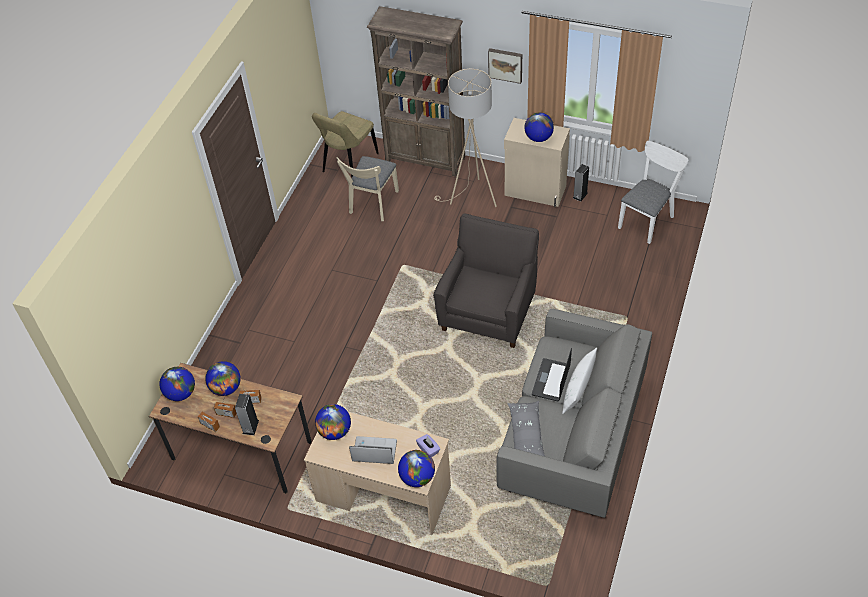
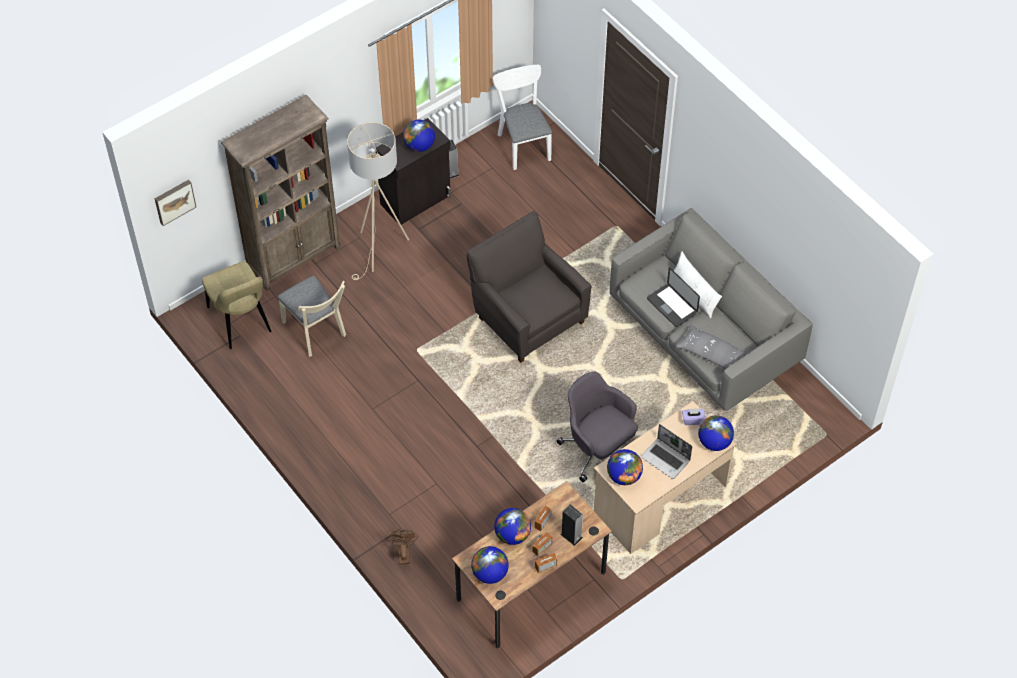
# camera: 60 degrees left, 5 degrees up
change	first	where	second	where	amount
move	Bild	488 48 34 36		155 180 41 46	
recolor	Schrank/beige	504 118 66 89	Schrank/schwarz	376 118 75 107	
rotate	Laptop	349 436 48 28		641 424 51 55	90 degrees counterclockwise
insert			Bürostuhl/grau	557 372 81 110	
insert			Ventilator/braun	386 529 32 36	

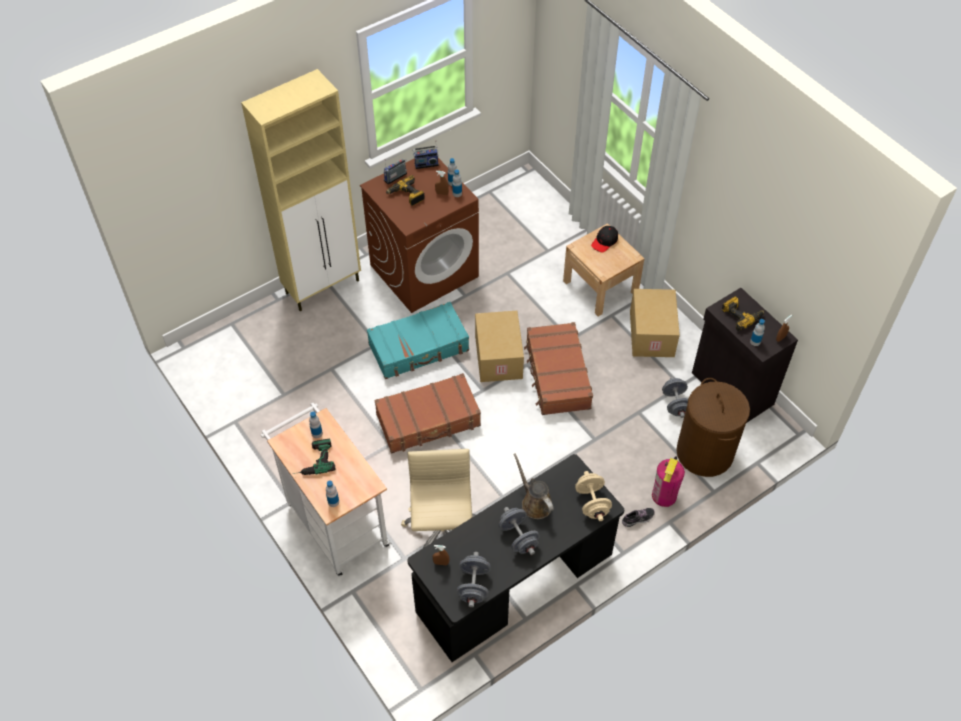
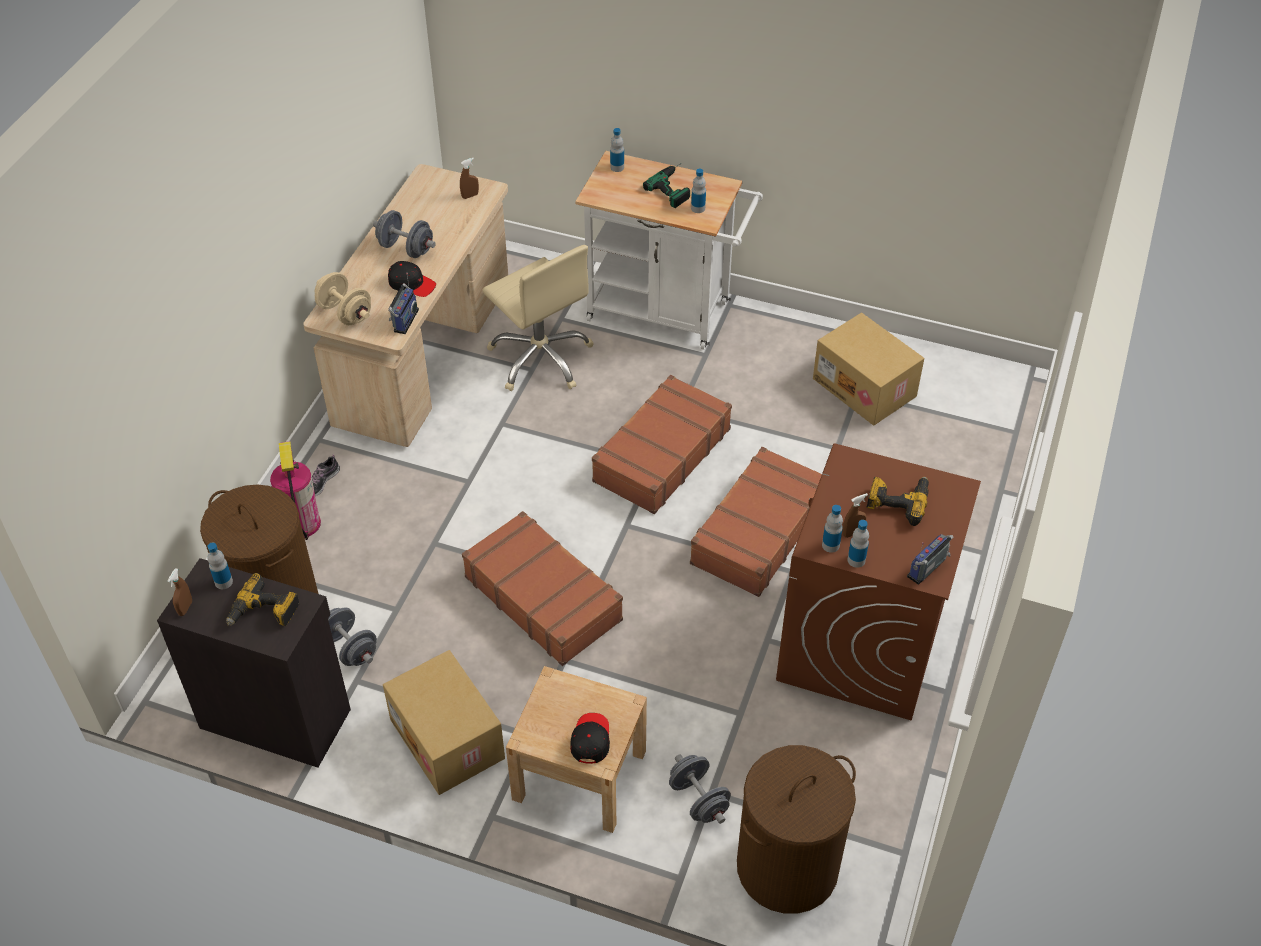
# camera: 145 degrees right, 5 degrees down
change	first	where	second	where	amount
delete	Schrank/beige	241 69 120 242			
move	Radio	384 159 23 25		388 273 31 61	
recolor	Koffer/türkis	367 302 102 77	Koffer/braun	690 447 132 150	
move	Karton	475 311 49 71		813 313 111 113	
replace	Gießkanne/braun	513 453 41 66	Kappe/schwarz	388 261 48 36	
recolor	Schreibtisch/schwarz	407 454 217 208	Schreibtisch/beige	303 164 205 283	
move	Hantel/grau	457 552 34 56		669 754 62 70	
insert			Wäschekorb/braun	737 745 119 169	

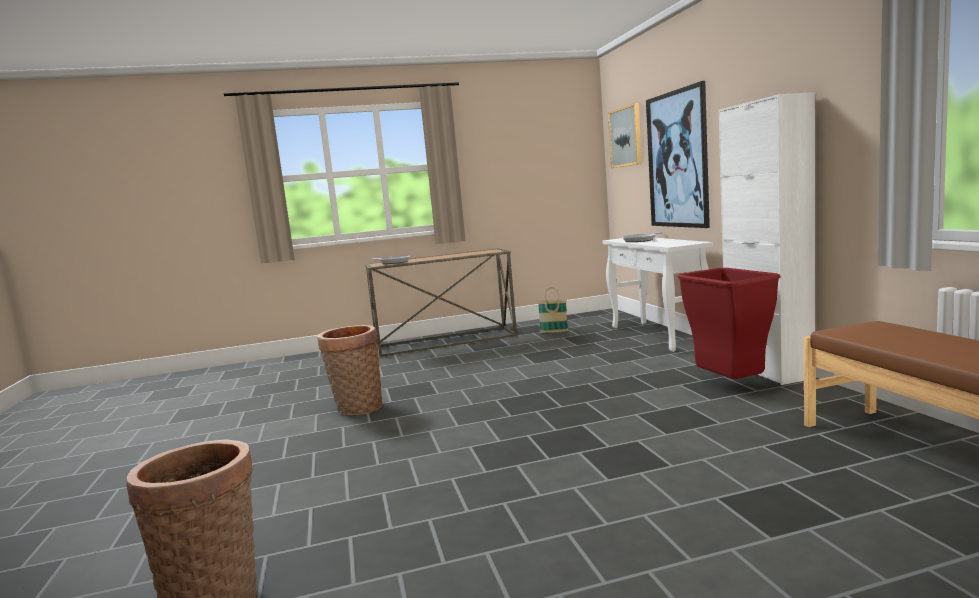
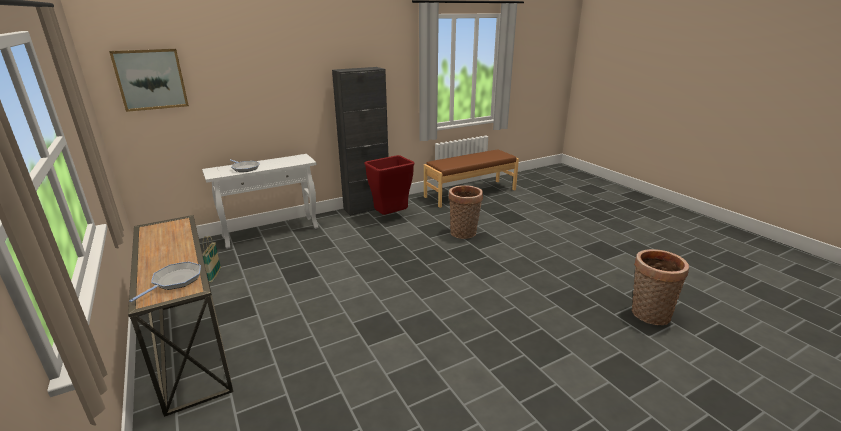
# camera: 105 degrees left, 15 degrees up
change	first	where	second	where	amount
delete	Bild	646 81 64 147			
recolor	Schrank/weiß	719 92 96 293	Schrank/schwarz	332 67 57 149	
move	Korb	317 325 66 90		449 185 34 54	

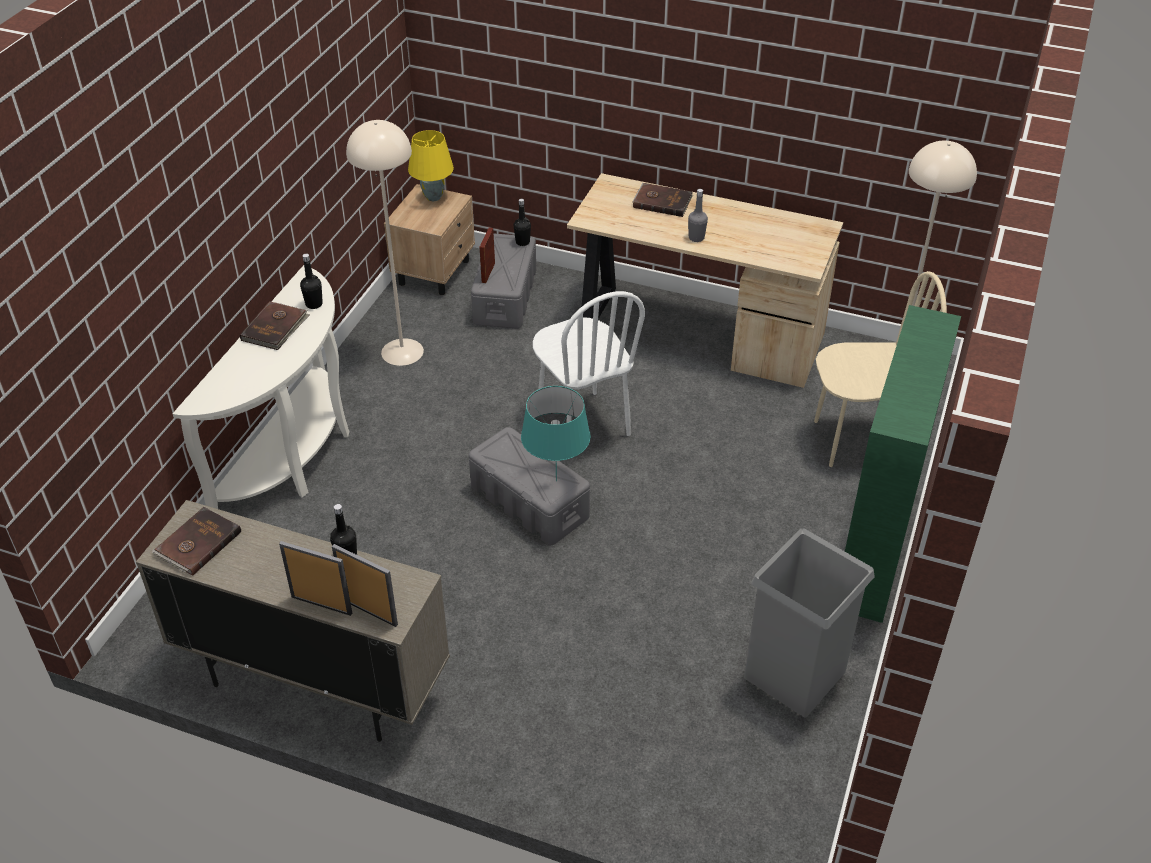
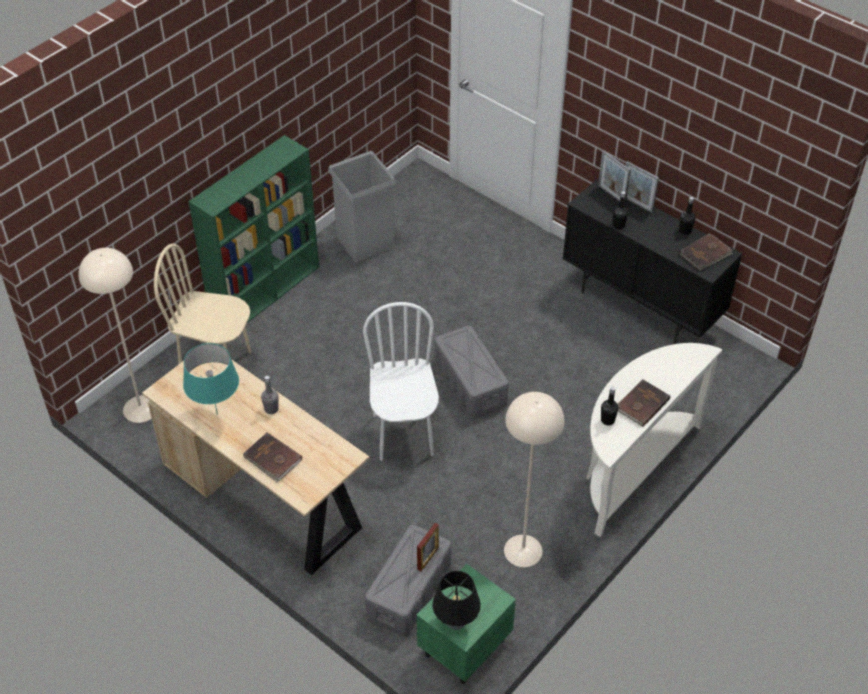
# camera: 160 degrees left, 5 degrees up
change	first	where	second	where	amount
recolor	Tischlampe/gelb	408 130 46 71	Tischlampe/schwarz	432 571 49 59	
recolor	Nachttisch/beige	384 184 91 111	Nachttisch/grün	417 564 99 120	
move	Flasche/schwarz	513 199 18 47		679 197 16 38	
move	Tischlampe/türkis	521 386 70 95		183 343 56 72	
recolor	Schrank/beige	136 500 314 242	Schrank/schwarz	562 178 180 166	

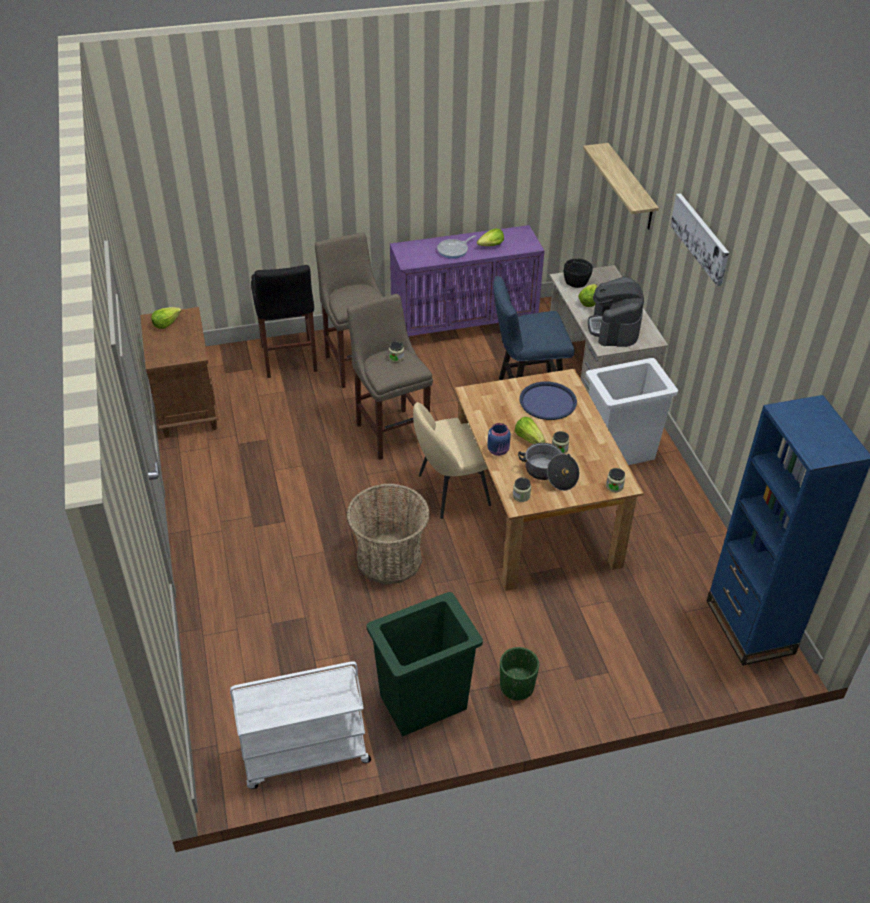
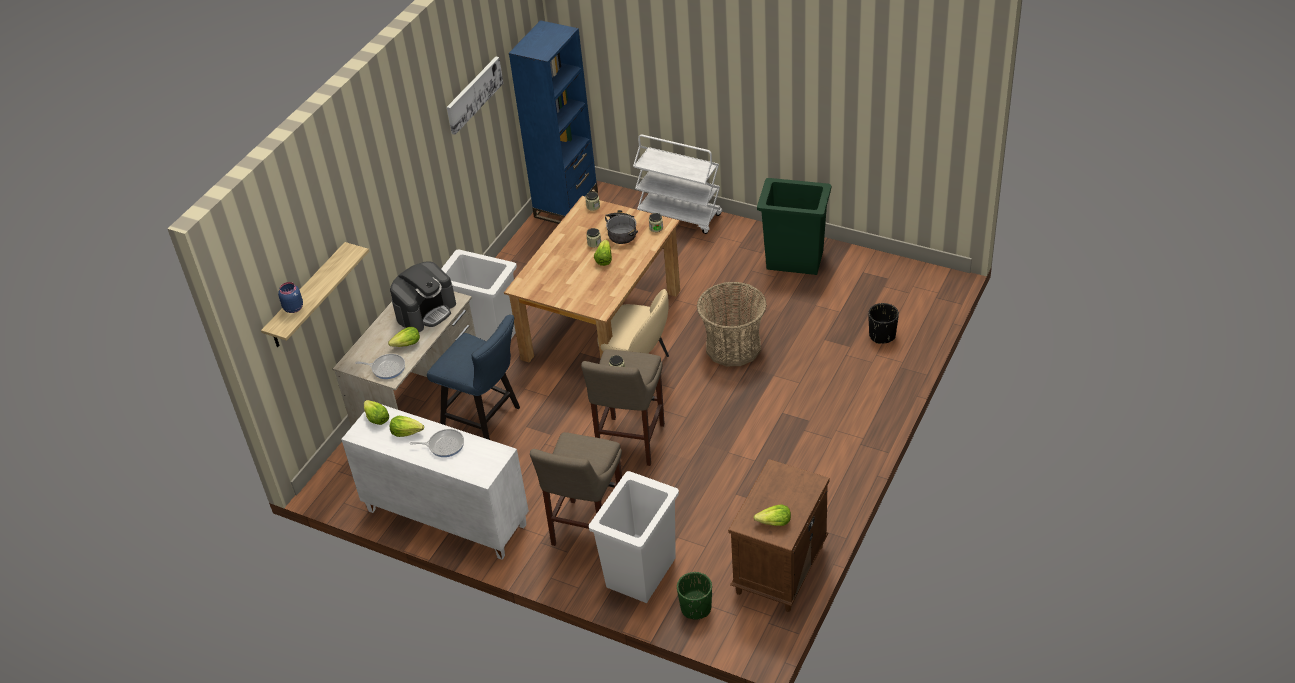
# camera: 135 degrees left, 0 degrees up
change	first	where	second	where	amount
move	Bild	670 193 59 93		447 57 57 78	
recolor	Schrank/lila	390 225 154 112	Schrank/weiß	341 404 188 156	
replace	Schüssel/schwarz	564 259 29 29	Pfanne	355 354 50 25	
replace	Hocker/schwarz	251 265 66 113	Mülleimer/weiß	589 471 90 132	
delete	Tablett/blau	519 382 58 38			
move	Vorratsglas/blau	487 423 24 33		278 282 25 31	
move	Pflanzkübel/grün	500 647 39 54		677 572 35 48	
move	Rollwagen/weiß	230 661 141 128		633 134 89 100	
insert			Pflanzkübel/schwarz	868 303 31 41	
insert			Salatkopf	364 400 25 25	

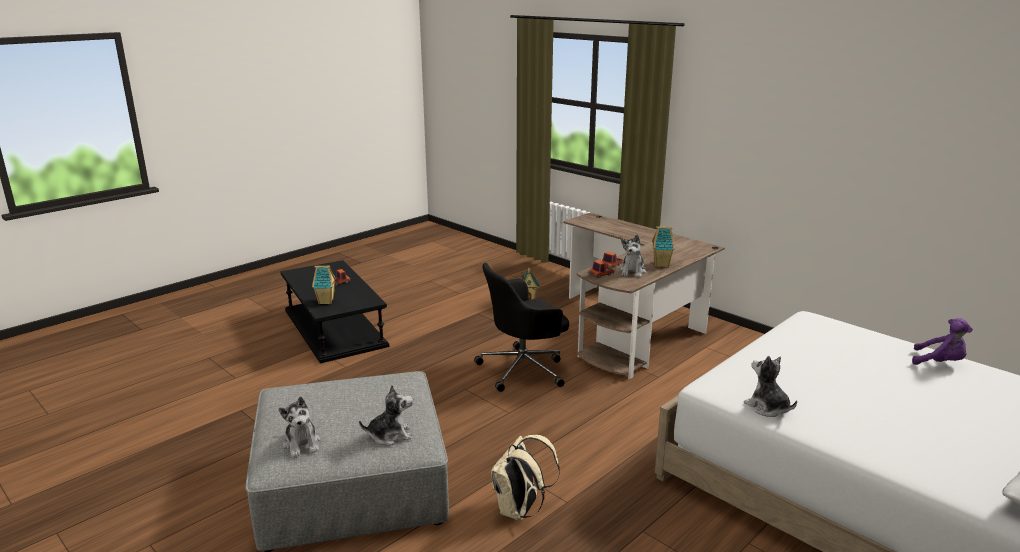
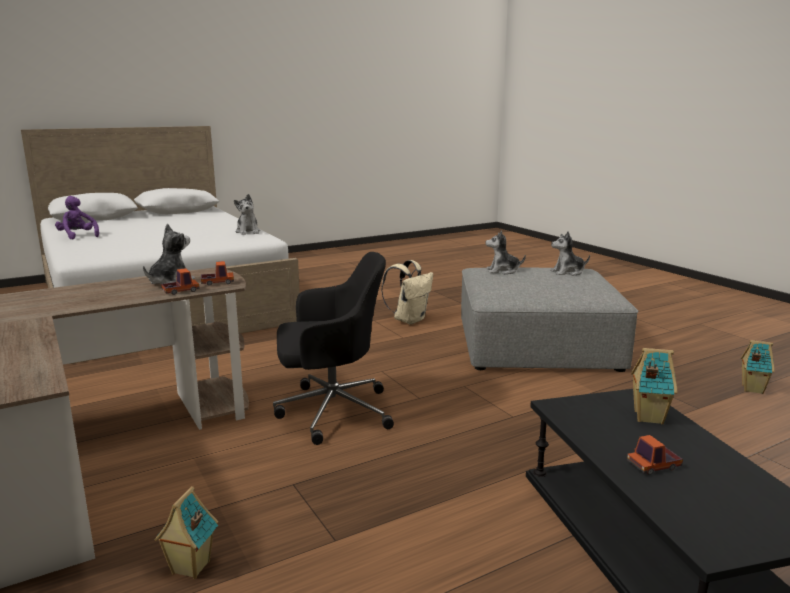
# camera: 165 degrees left, 5 degrees down
change	first	where	second	where	amount
move	Spielzeughaus	652 226 23 41		741 340 34 54	
rotate	Plüschtier	278 396 42 62		550 231 40 45	90 degrees counterclockwise

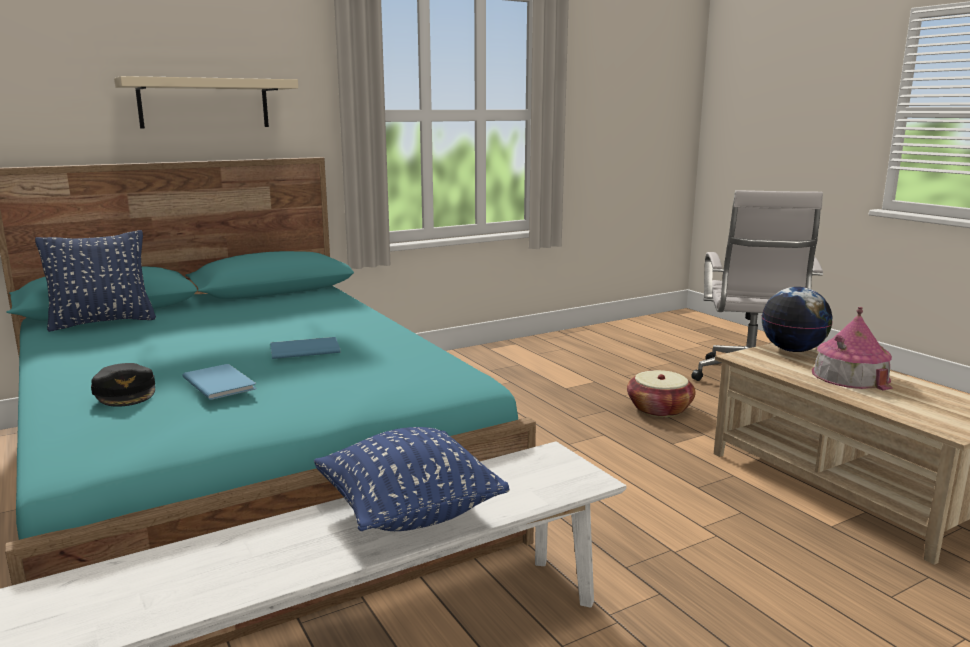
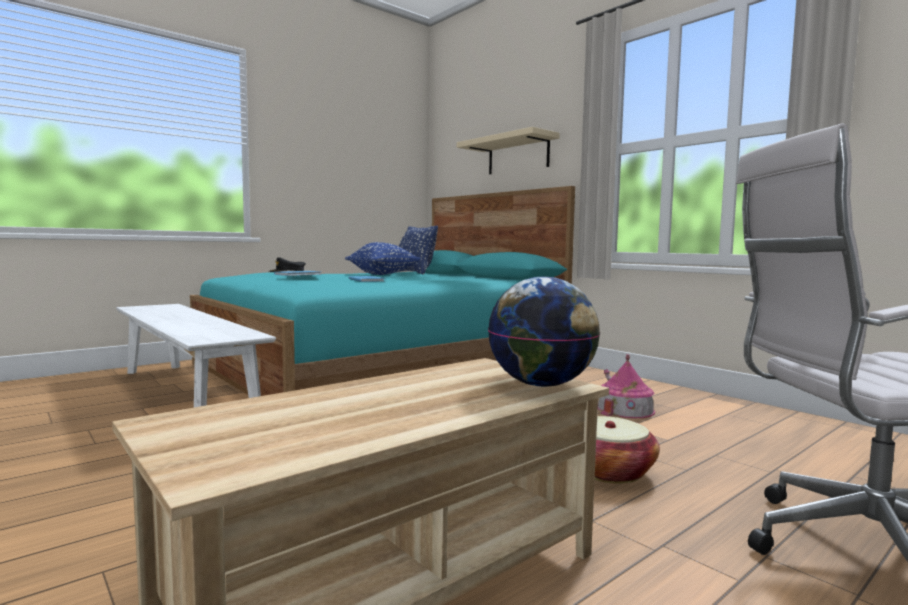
# camera: 80 degrees right, 10 degrees down
change	first	where	second	where	amount
move	Spielzeughaus	812 307 81 83		598 354 57 64	
move	Kissen/blau	314 427 195 104		345 242 76 33	

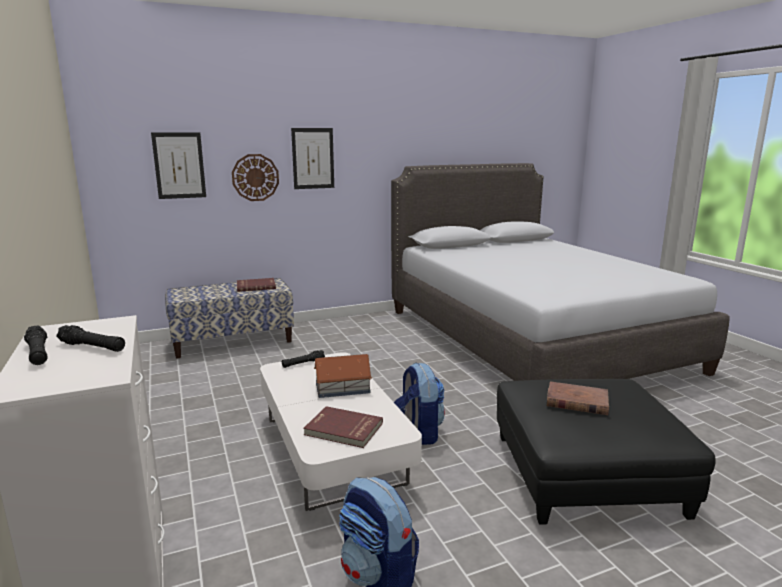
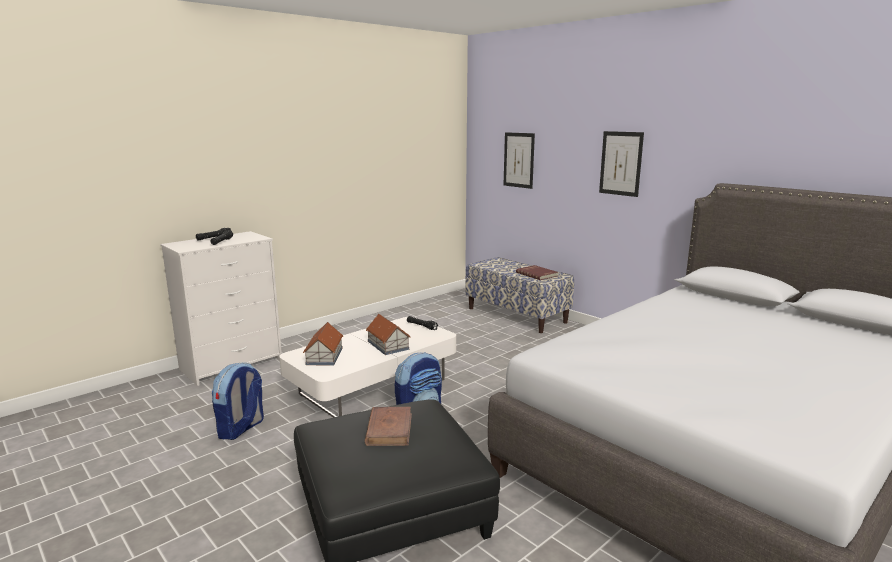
# camera: 70 degrees right, 0 degrees up
change	first	where	second	where	amount
delete	Wanduhr	232 154 47 47			
replace	Buch/rot	303 406 80 42	Spielzeughaus	303 322 41 44	

